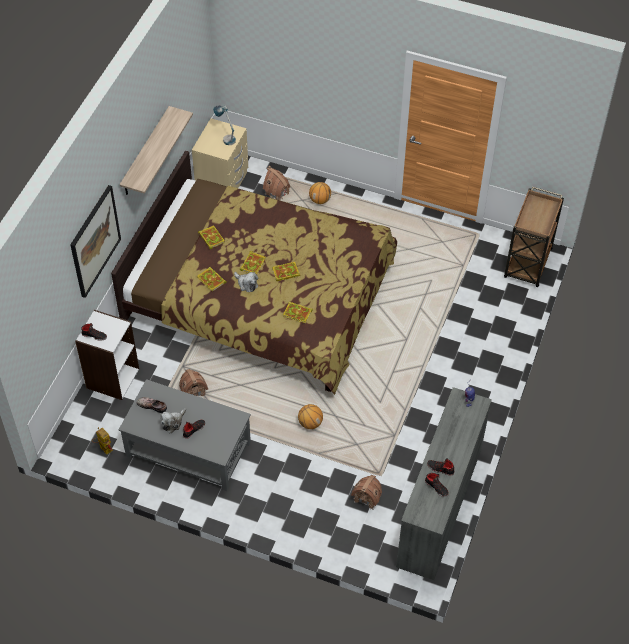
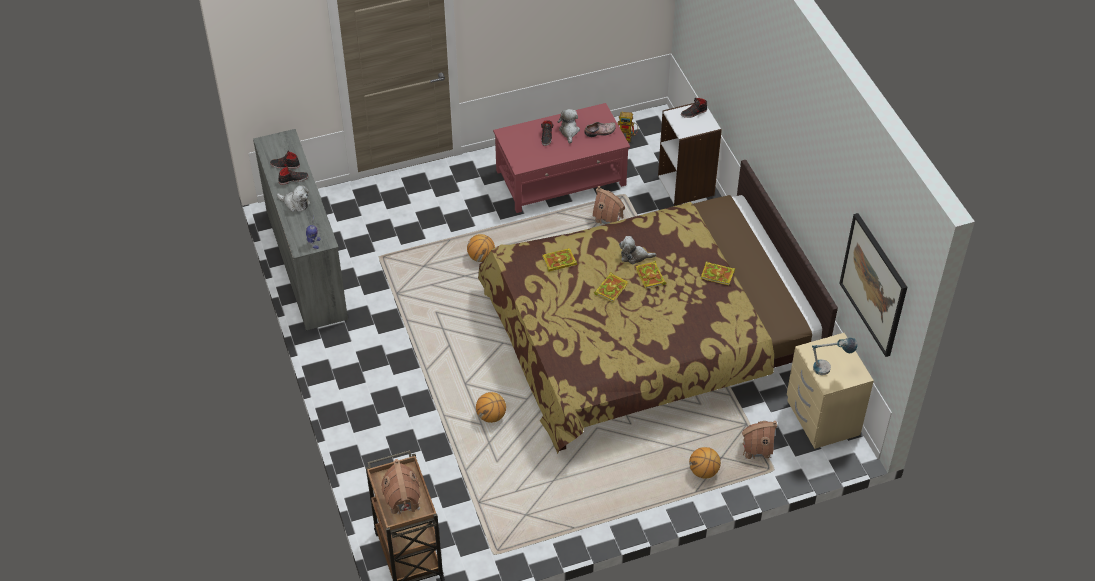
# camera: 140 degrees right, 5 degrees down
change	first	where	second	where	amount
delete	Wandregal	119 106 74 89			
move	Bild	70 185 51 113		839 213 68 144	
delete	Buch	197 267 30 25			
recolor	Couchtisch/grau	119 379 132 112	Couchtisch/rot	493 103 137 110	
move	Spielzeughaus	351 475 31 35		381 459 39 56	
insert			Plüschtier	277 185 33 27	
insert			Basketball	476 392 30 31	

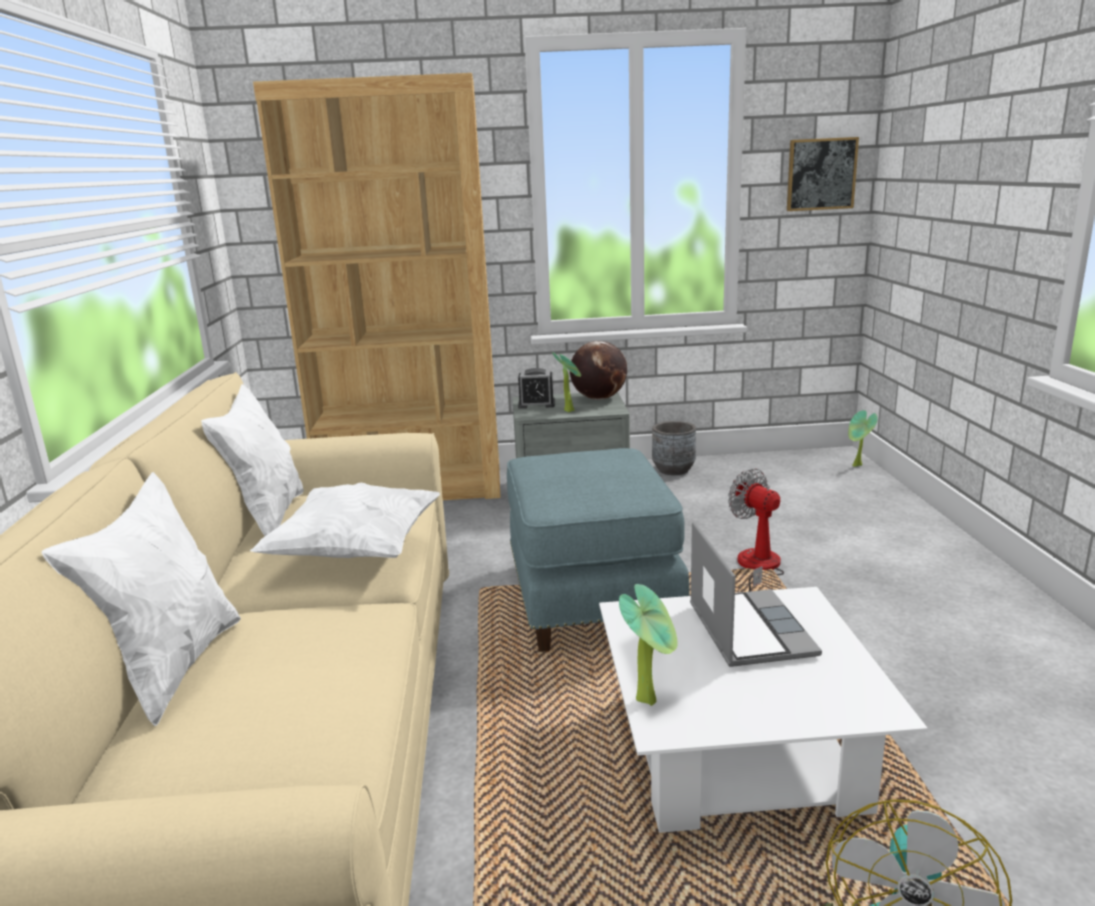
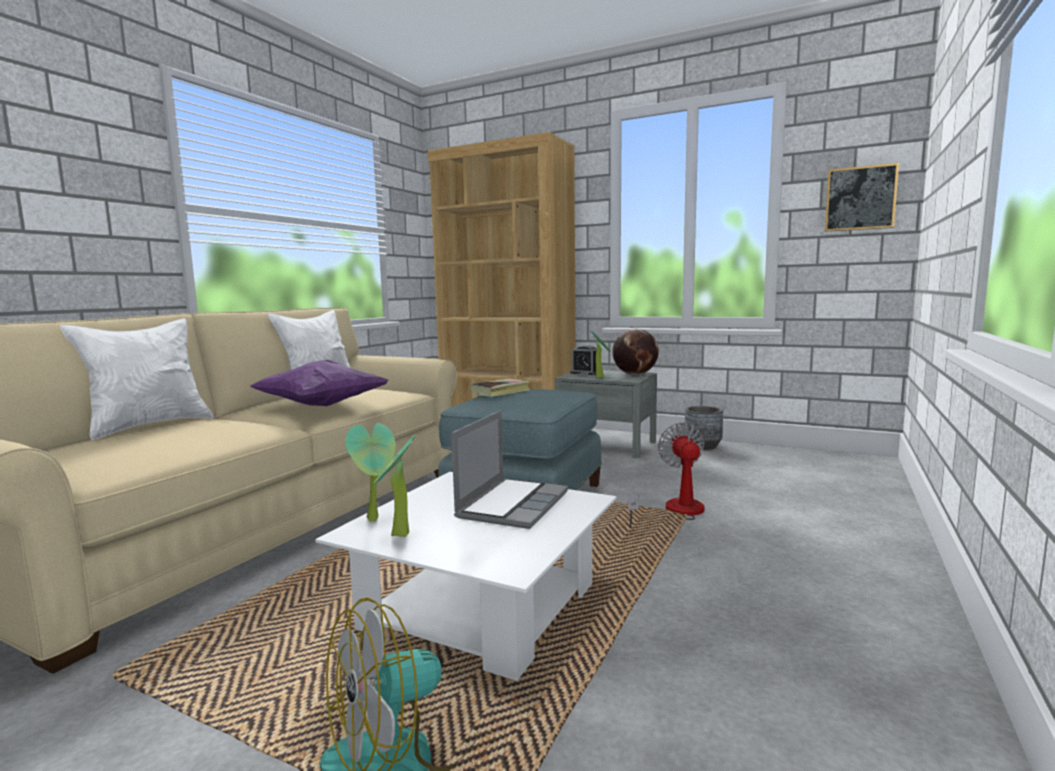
# camera: 30 degrees right, 10 degrees down
change	first	where	second	where	amount
move	Topfpflanze	848 410 30 57		371 435 45 102	
recolor	Kissen/weiß	250 483 190 75	Kissen/lila	251 360 137 46	
insert			Buch	470 379 60 18	

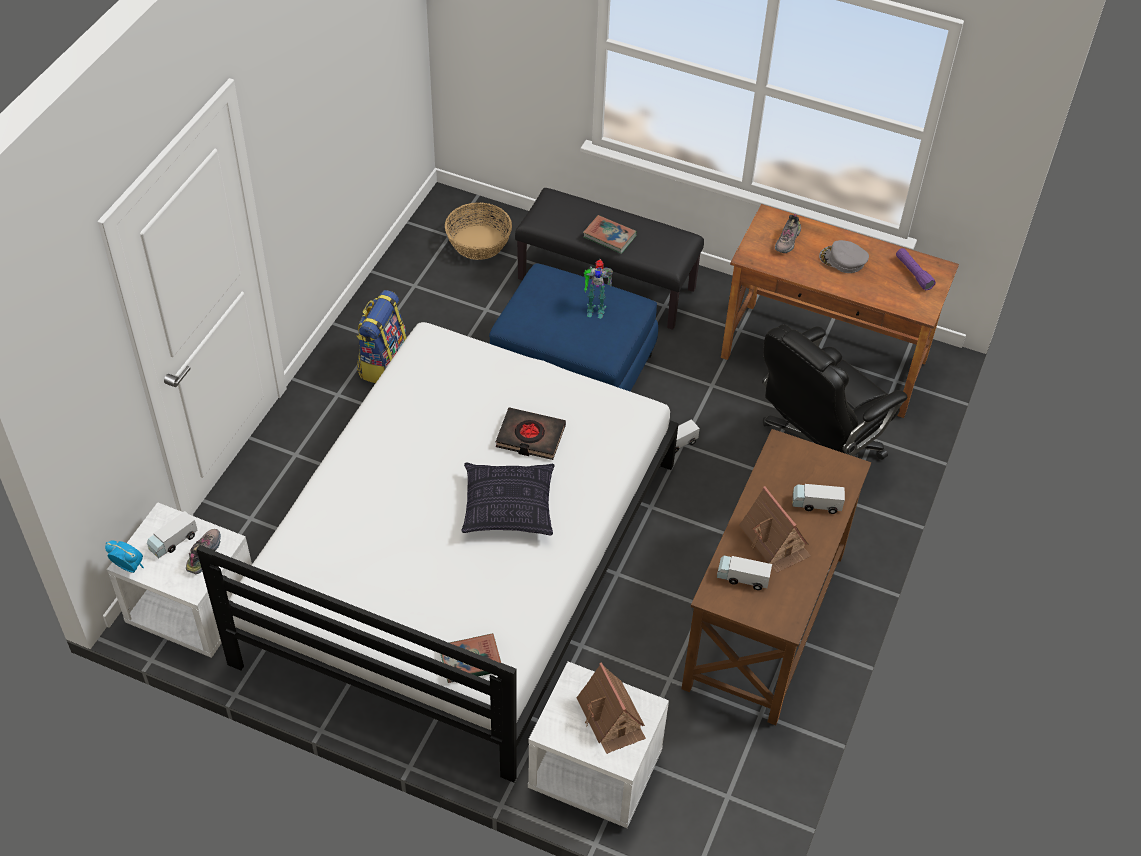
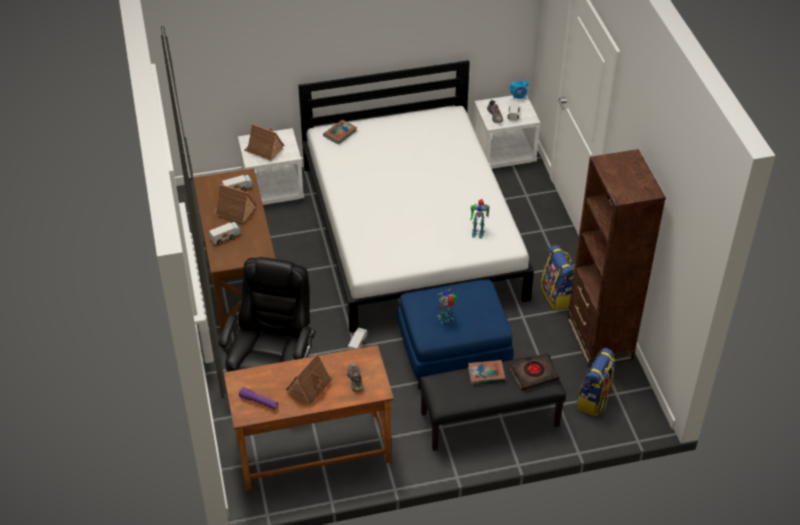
# camera: 145 degrees right, 5 degrees down
change	first	where	second	where	amount
replace	Korb	445 202 67 58	Rucksack	577 348 39 68	
replace	Kappe/grau	819 240 50 33	Spielzeughaus	286 353 48 51	
move	Buch/schwarz	496 407 70 53		509 353 51 37	
delete	Kissen	461 462 93 74			
insert			Bücherregal/braun	567 149 99 219	
insert			Spielzeugroboter	470 199 20 40	

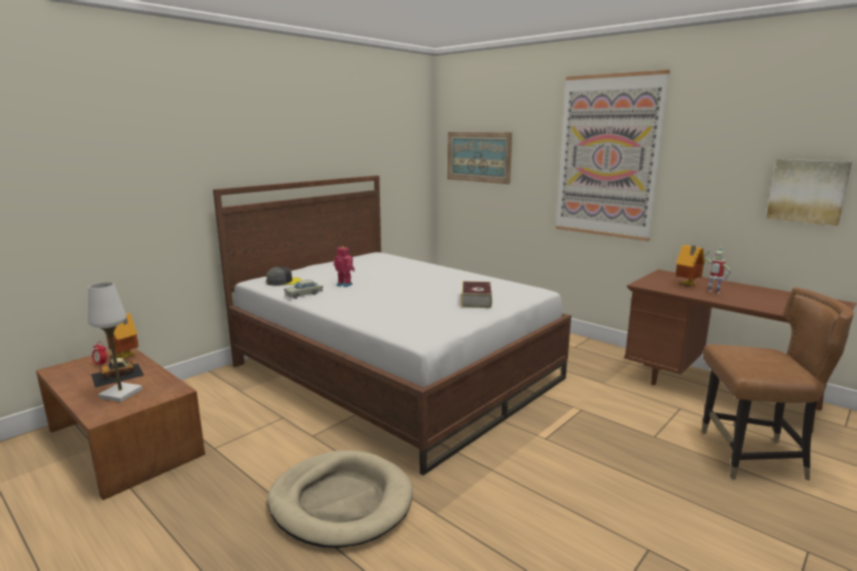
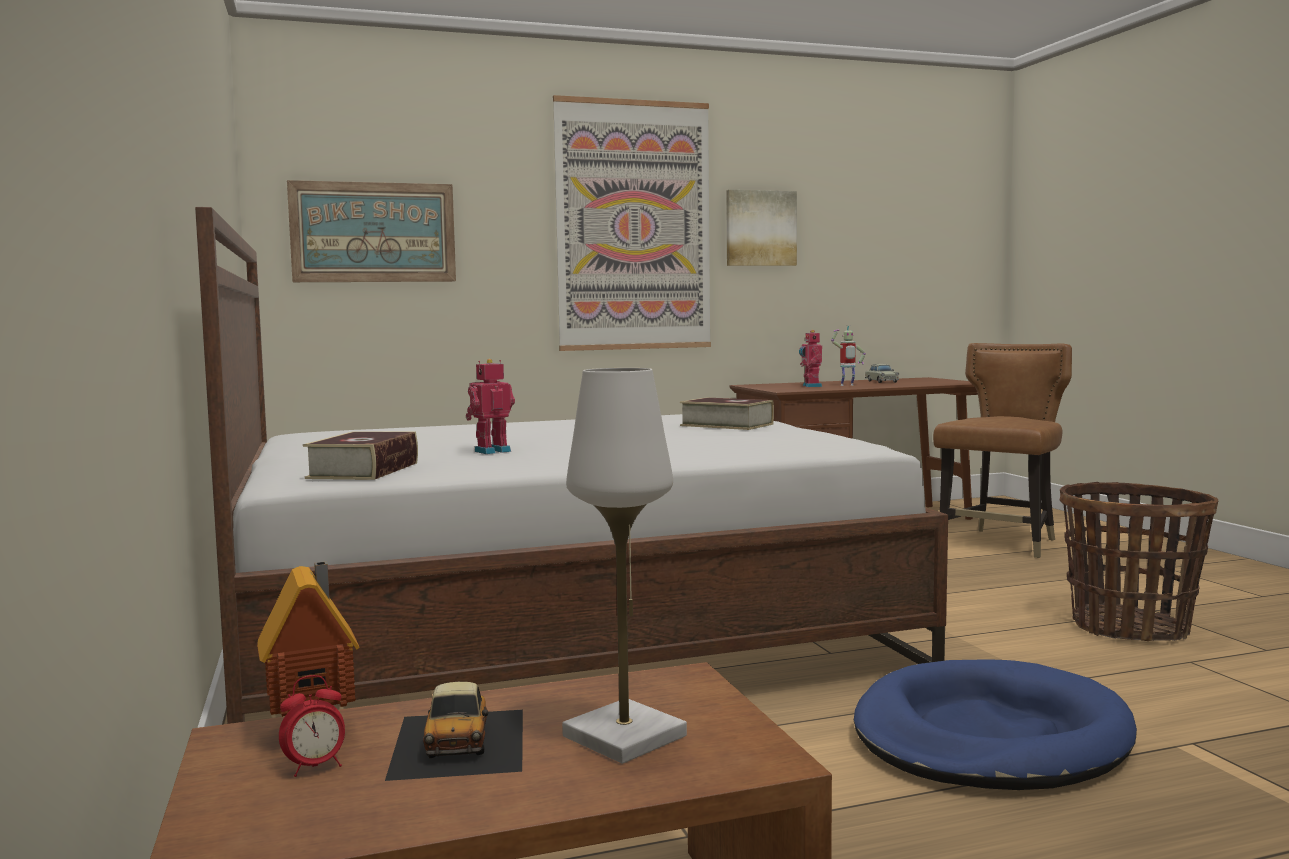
# camera: 60 degrees left, 10 degrees down
change	first	where	second	where	amount
move	Bild	766 159 86 67		726 190 71 76	
replace	Spielzeughaus	676 245 29 42	Spielzeugroboter	799 330 23 57	
replace	Kappe/grau	266 267 36 19	Buch	303 431 115 49	
move	Spielzeugauto/beige	284 280 39 19		865 364 34 19	
recolor	Hundebett/beige	267 450 146 98	Hundebett/blau	854 659 283 131	
insert			Korb	1059 482 159 159	

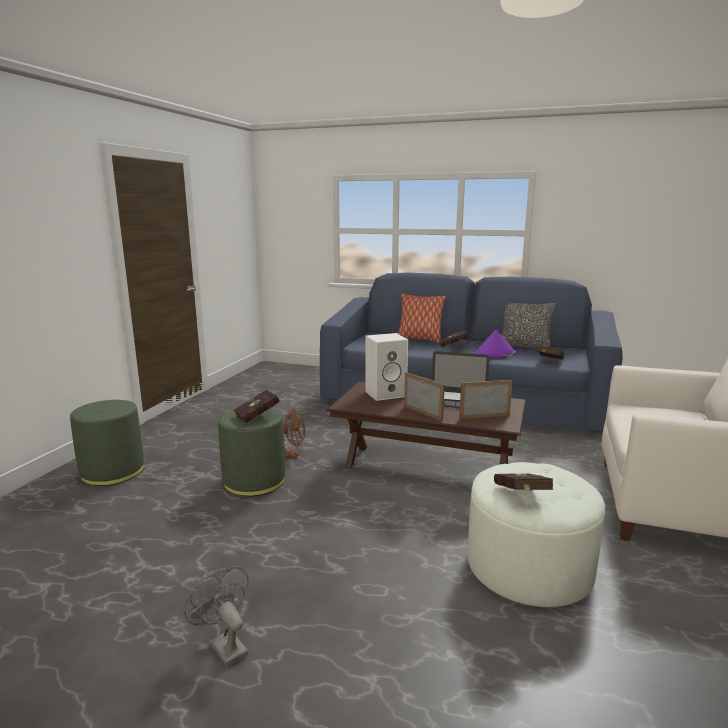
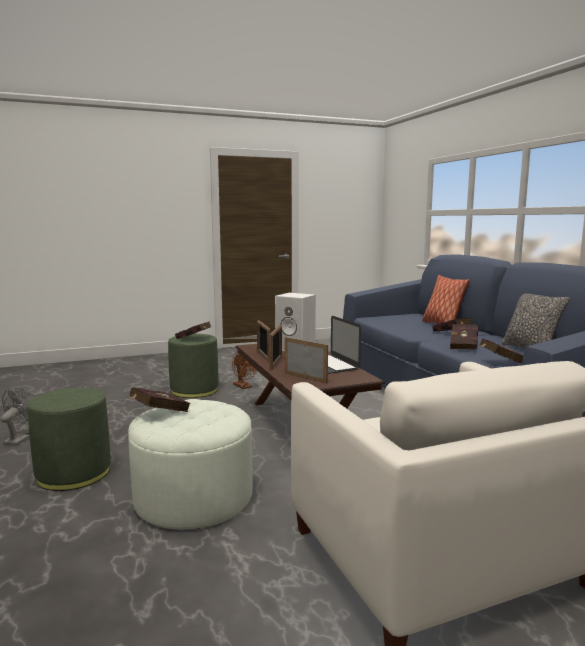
# camera: 50 degrees right, 5 degrees down
change	first	where	second	where	amount
replace	Hut/lila	473 330 43 28	Buch/rot	450 324 28 26	
move	Polsterhocker/grün	70 400 74 86		27 388 84 103	
insert			Bilderrahmen	257 320 14 42	

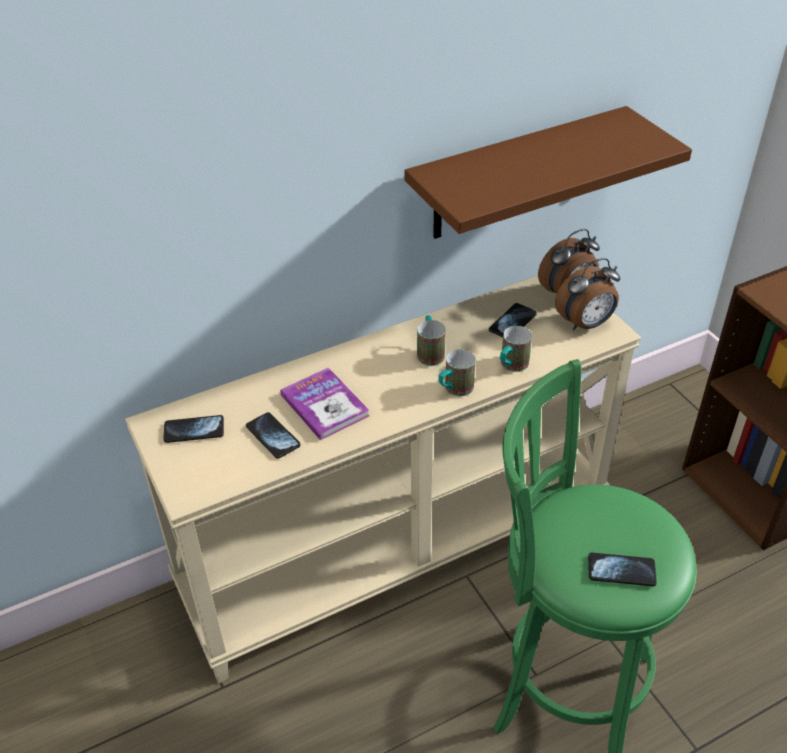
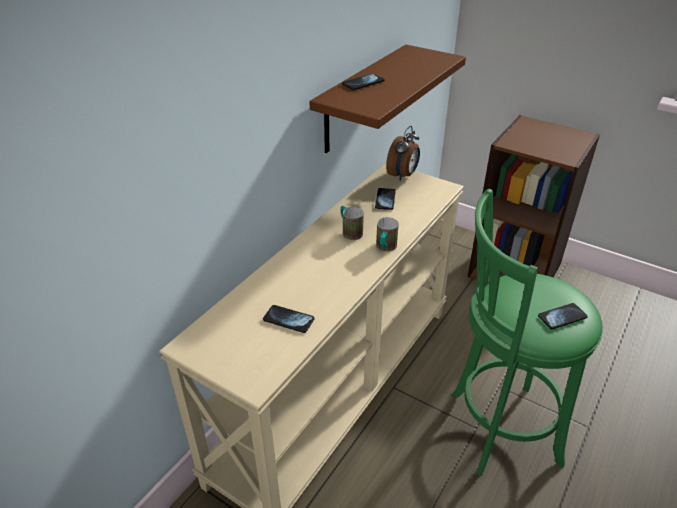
# camera: 30 degrees left, 5 degrees down
change	first	where	second	where	amount
delete	Wecker	555 258 65 73			
delete	Henkelbecher	500 326 32 46			
delete	Buch	280 367 89 73			
move	Handy	163 415 61 28		342 74 43 16	

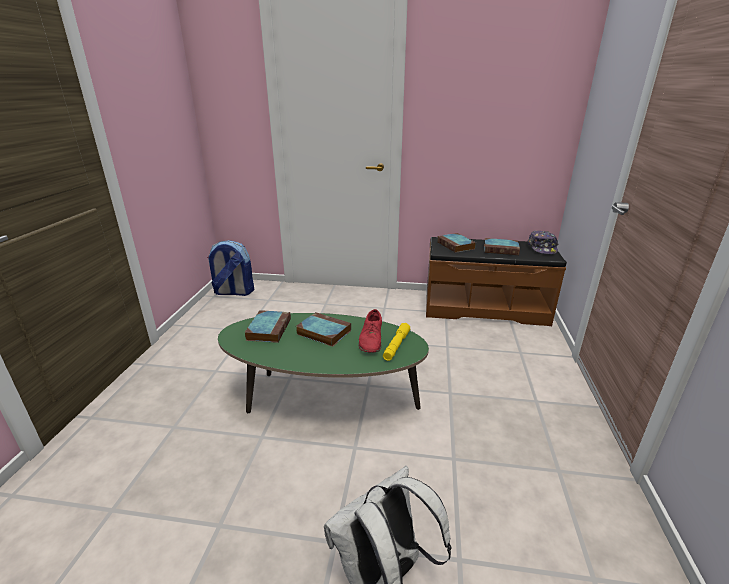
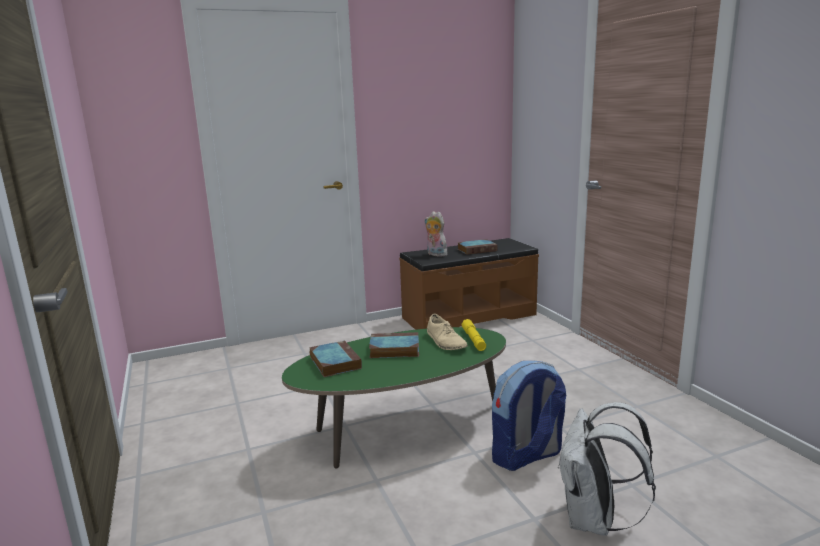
# camera: 30 degrees left, 10 degrees down
change	first	where	second	where	amount
delete	Kappe	528 230 30 24			
replace	Buch	437 233 39 20	Plüschtier	425 211 22 46	
move	Rucksack	207 240 47 56		492 361 74 110	
recolor	Schuh/rot	358 309 24 43	Schuh/beige	427 314 41 36	

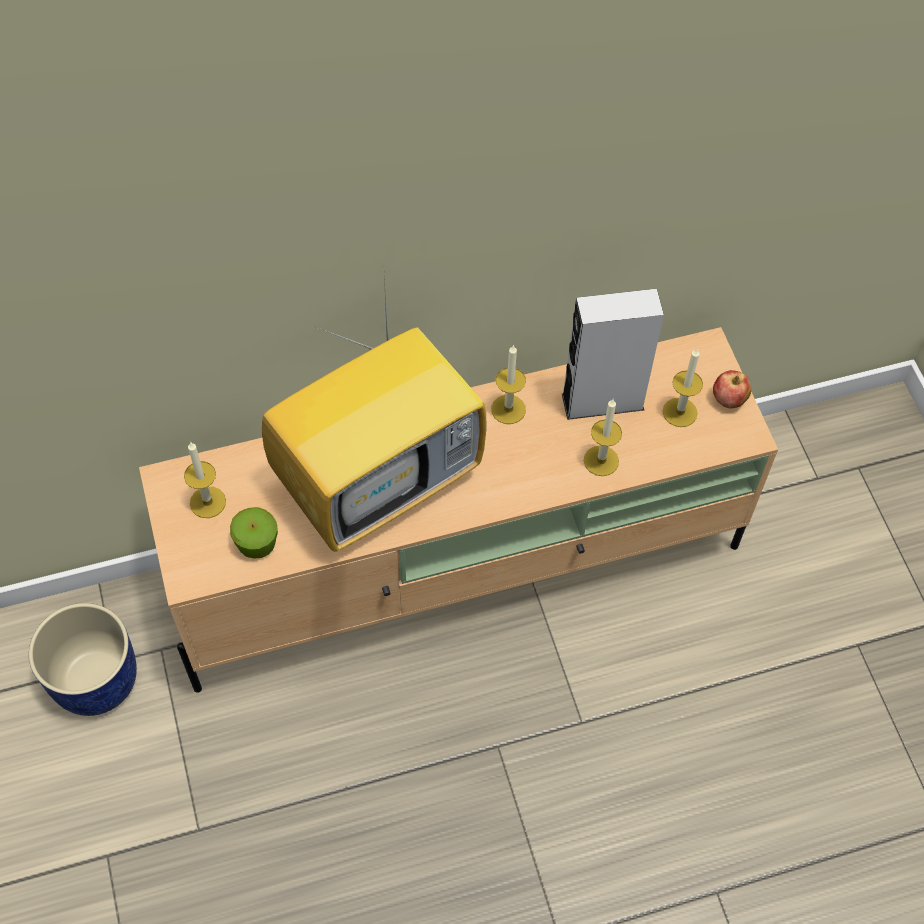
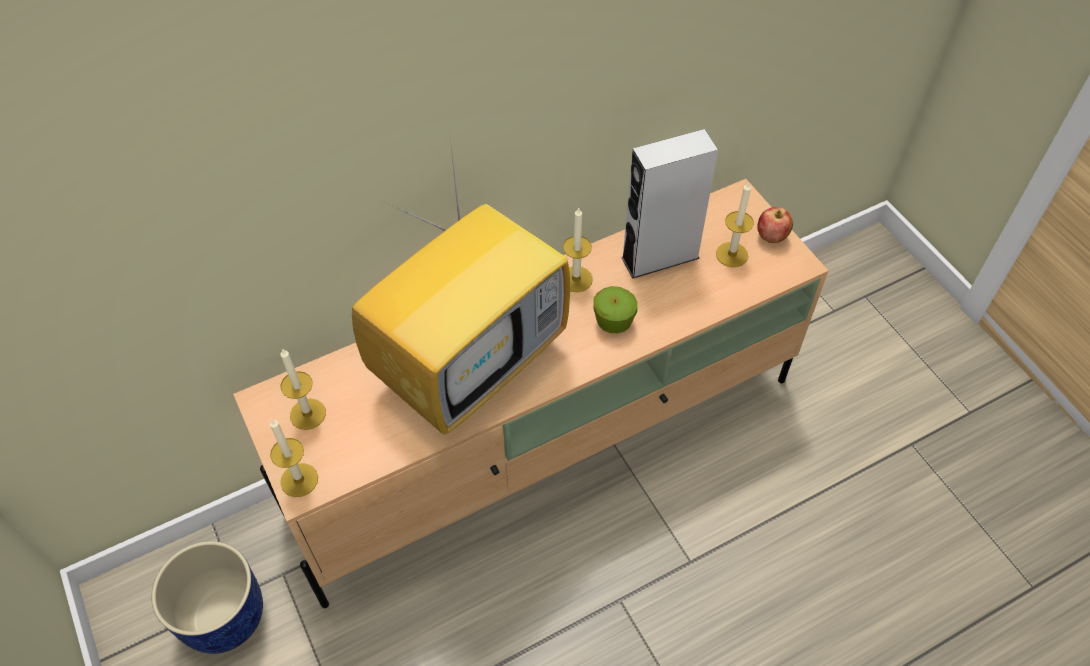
# camera: 10 degrees left, 5 degrees down
change	first	where	second	where	amount
move	Kerze	584 399 38 77		270 419 48 78	
move	Apfel	230 507 48 52		593 286 44 47	

